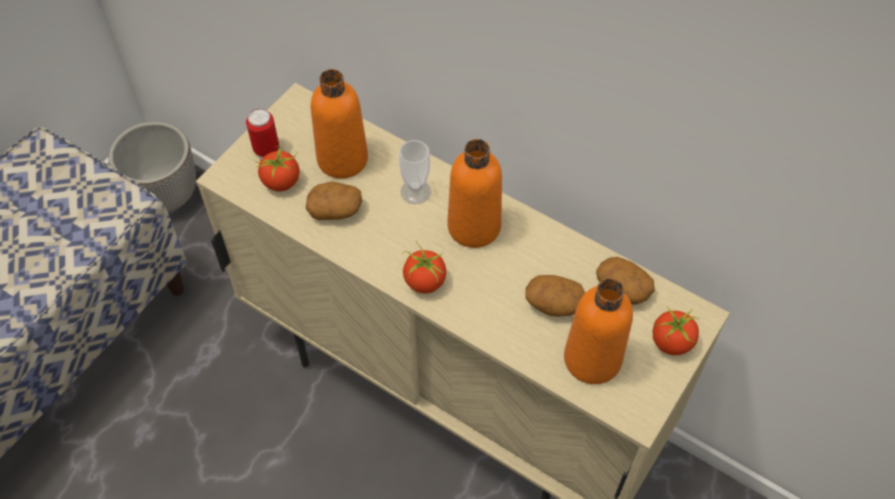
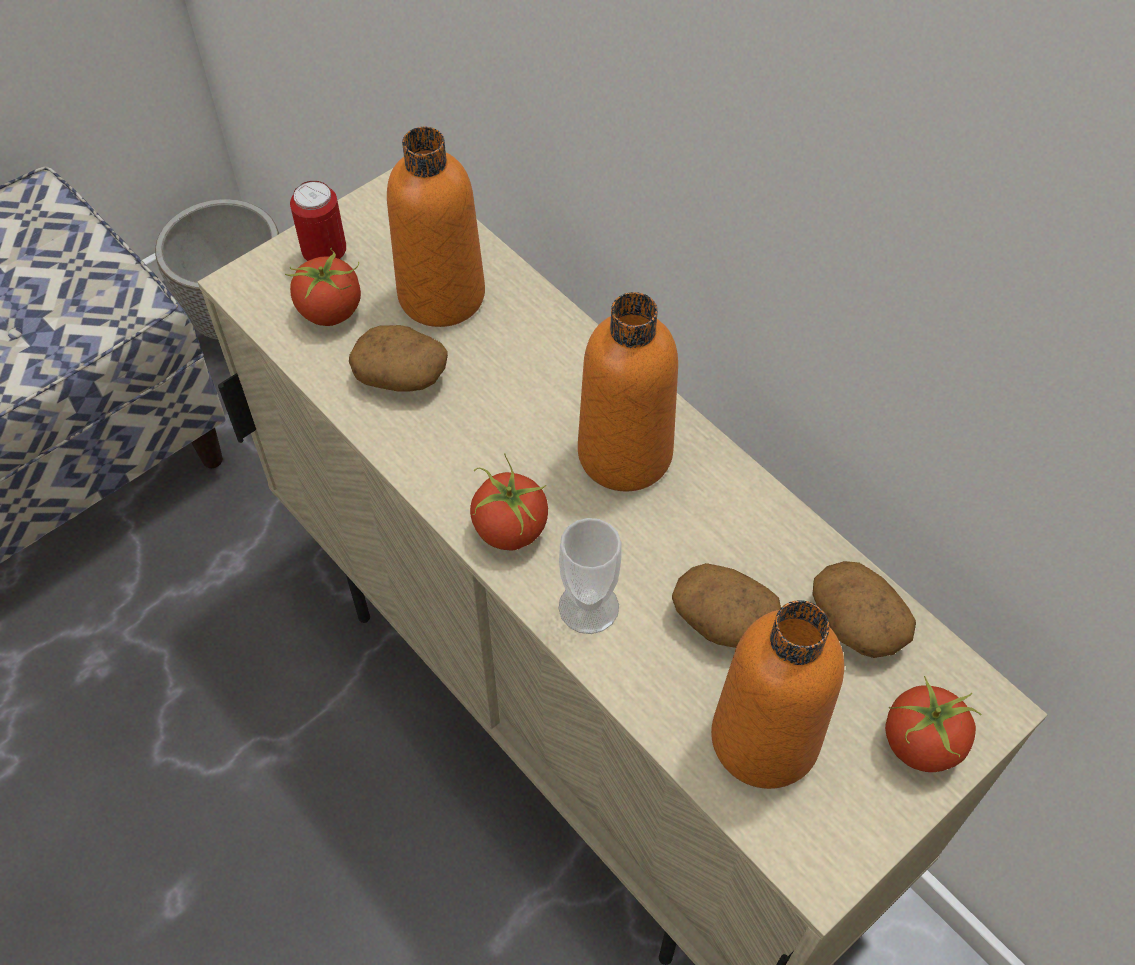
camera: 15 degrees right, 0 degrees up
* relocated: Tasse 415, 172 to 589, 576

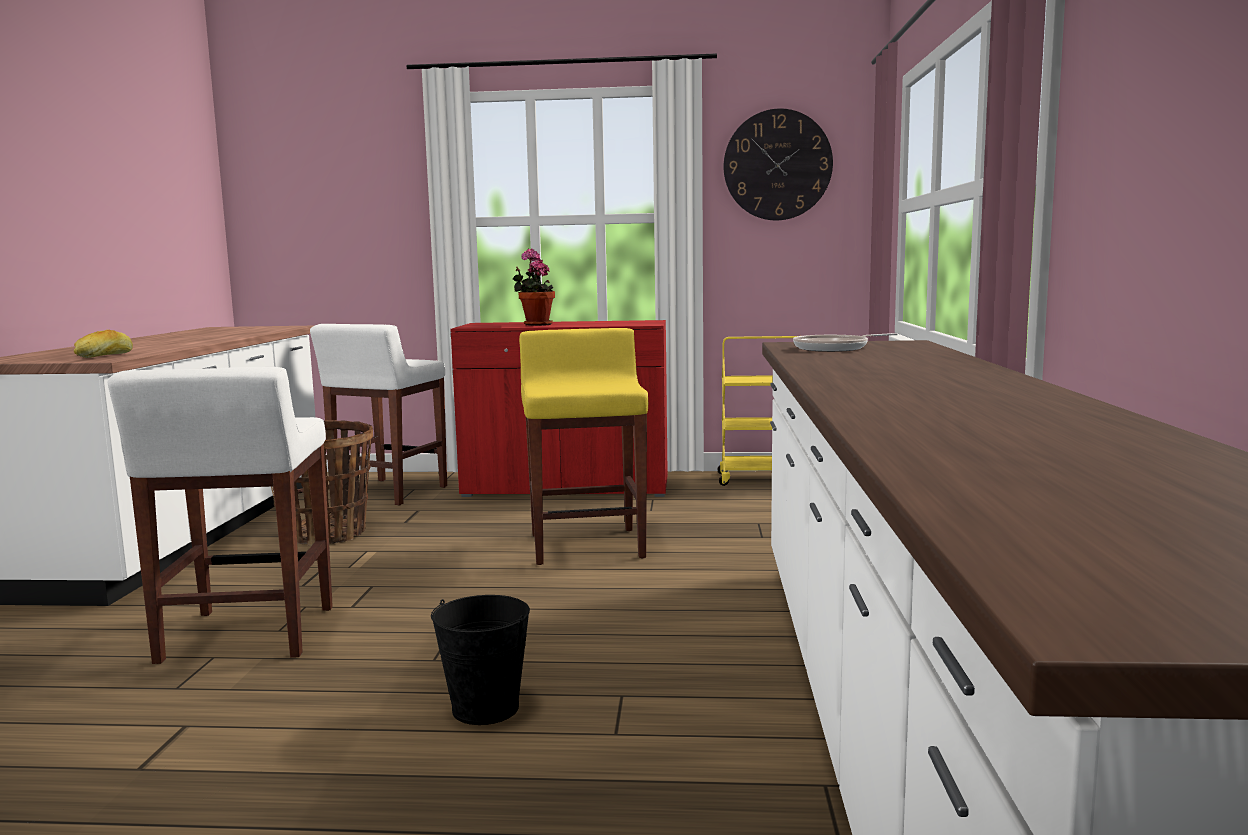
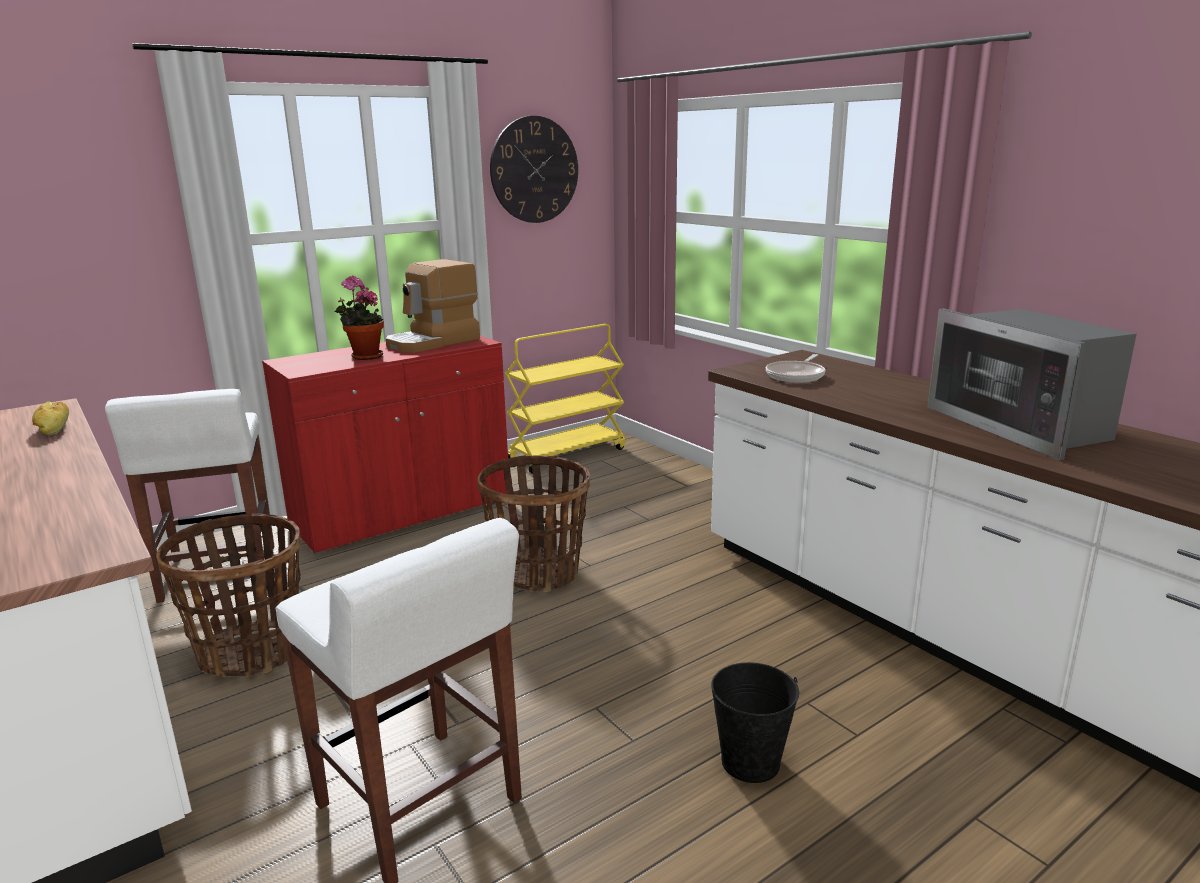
camera: 40 degrees left, 10 degrees up
* exchanged: Hocker [gelb] 583, 446 to Korb 534, 523
* relocated: Brot 103, 344 to 50, 418
* appeared: Kaffeemaschine 433, 306
* appeared: Mikrowelle 1031, 384

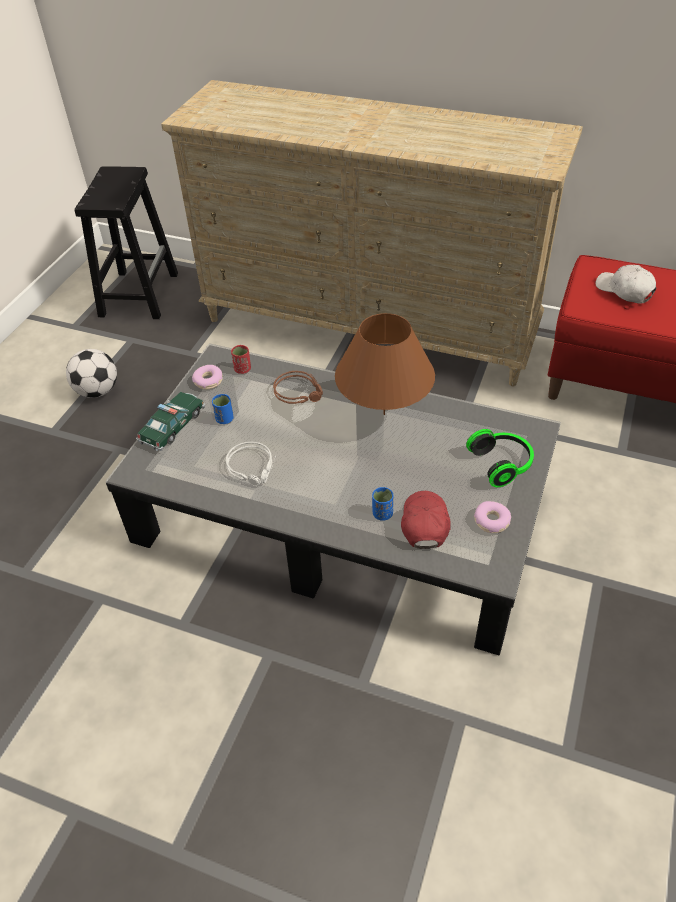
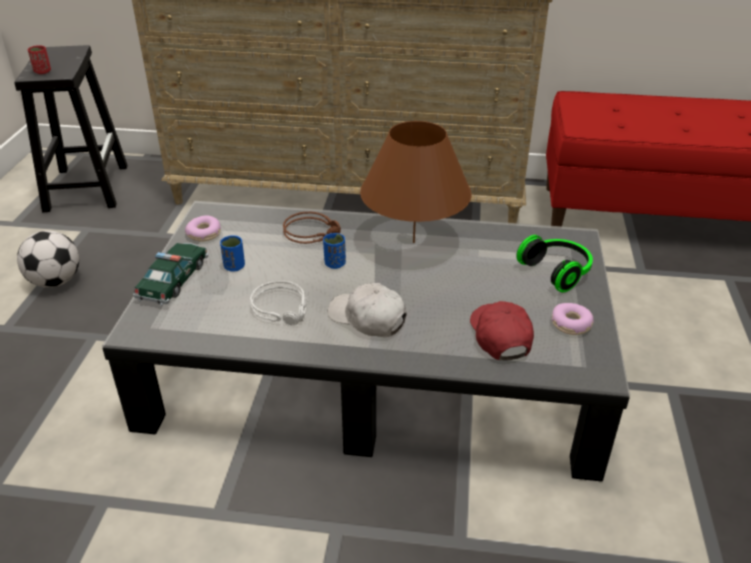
camera: 15 degrees left, 10 degrees down
* relocated: Kappe [weiß] 625, 284 to 367, 310
* relocated: Tasse [rot] 241, 359 to 39, 59
* relocated: Tasse [blau] 382, 504 to 334, 251

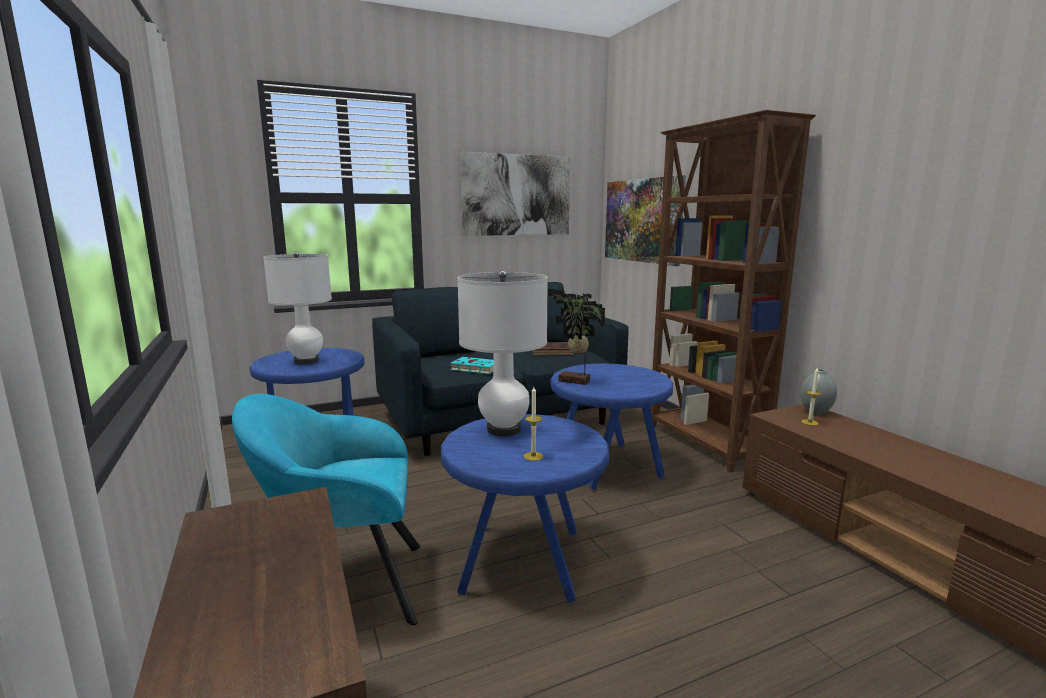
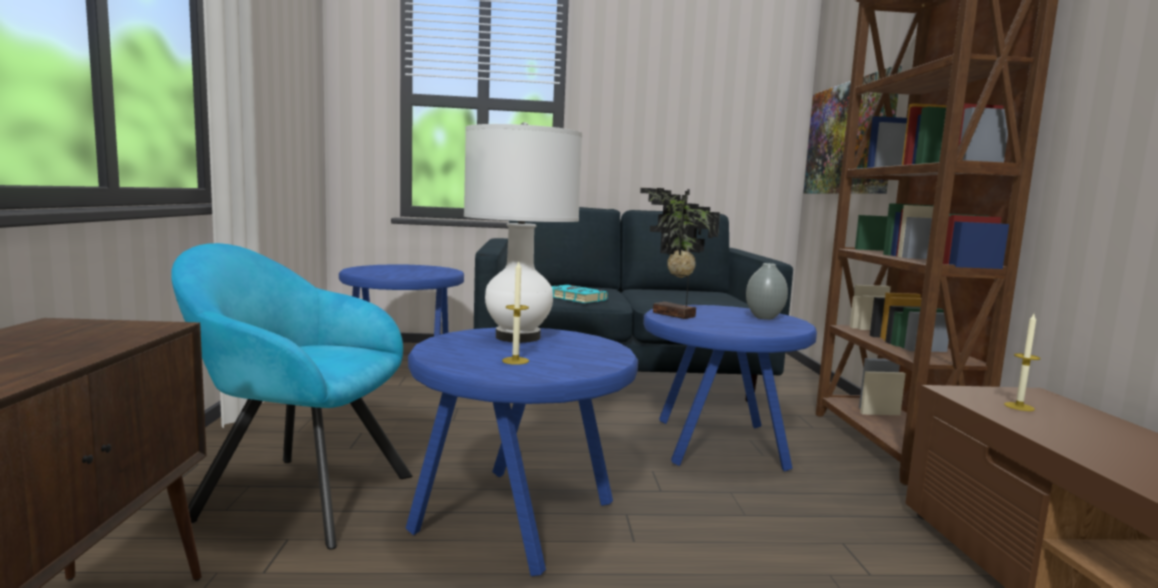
camera: 20 degrees right, 5 degrees down
* missing: Bild 515, 194
* missing: Tischlampe [weiß] 297, 308
* missing: Buch [braun] 554, 349
* relocated: Vase [grau] 818, 391 to 767, 291

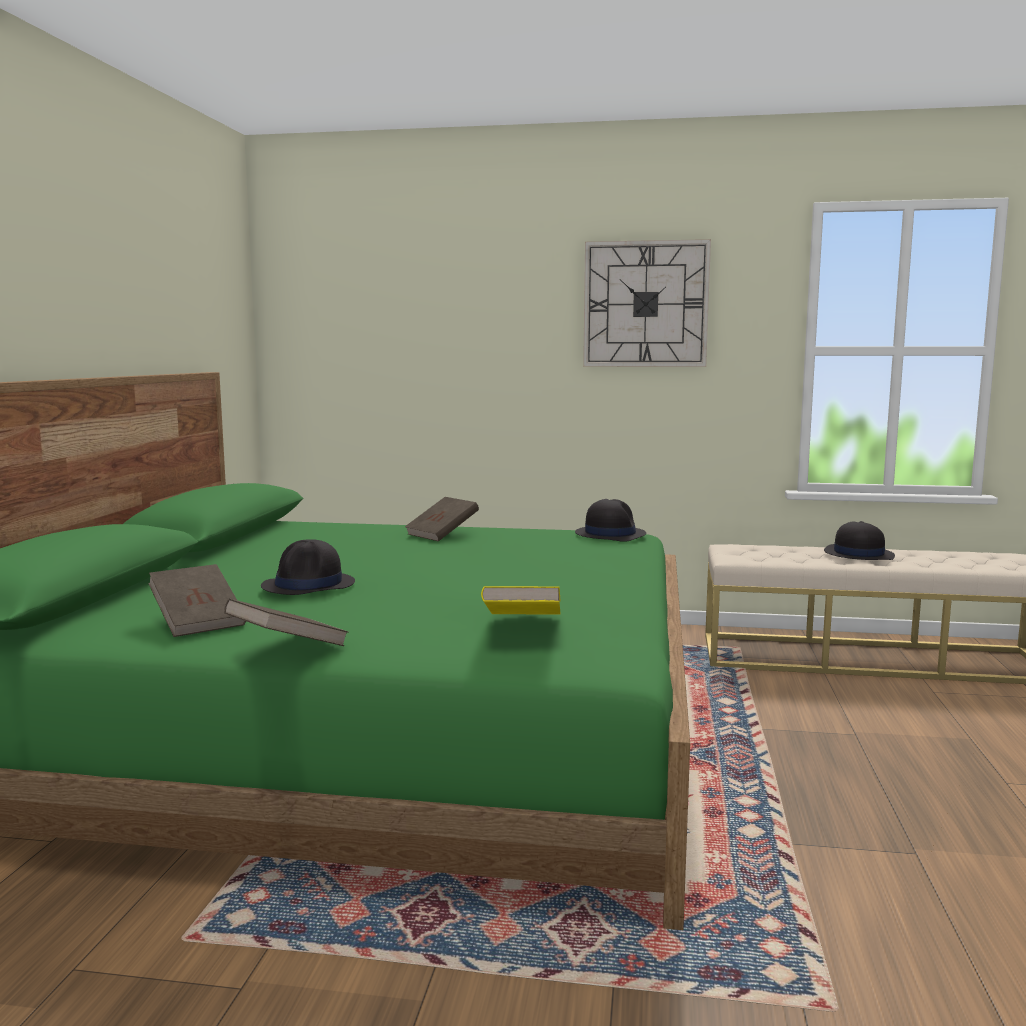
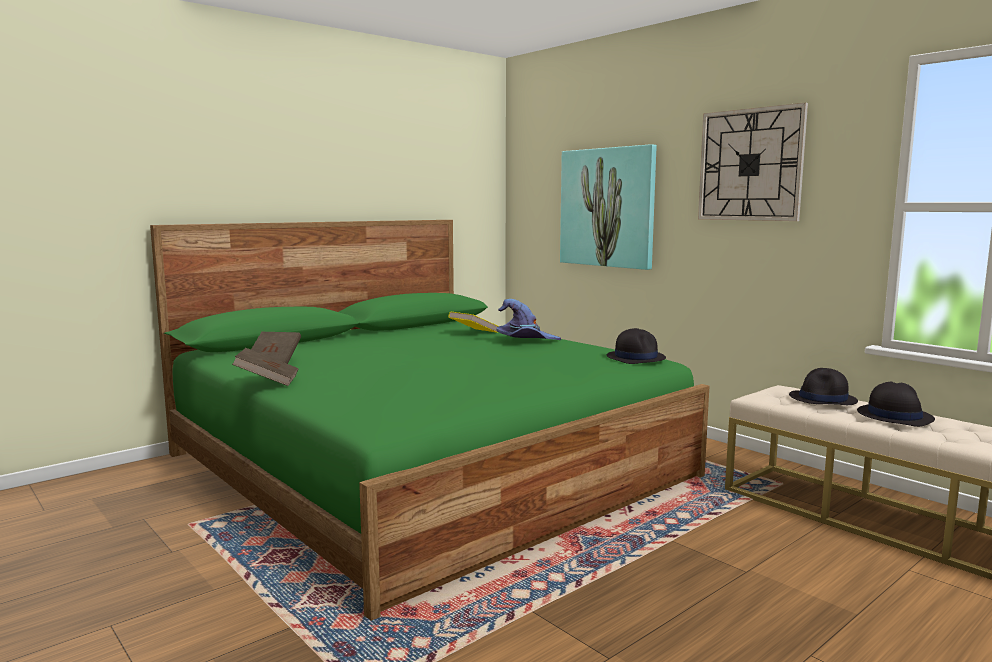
camera: 40 degrees right, 0 degrees up
* exchanged: Buch [braun] 442, 519 to Hut [lila] 528, 319
* relocated: Hut [schwarz] 308, 567 to 823, 386
* relocated: Buch [gelb] 521, 600 to 474, 322
* appeared: Bild 608, 207

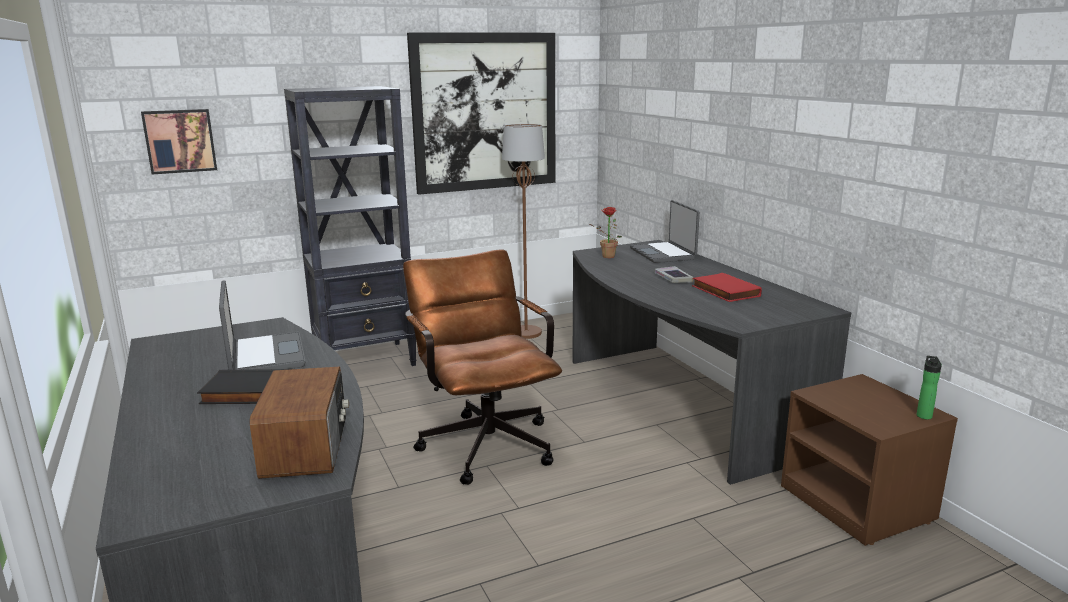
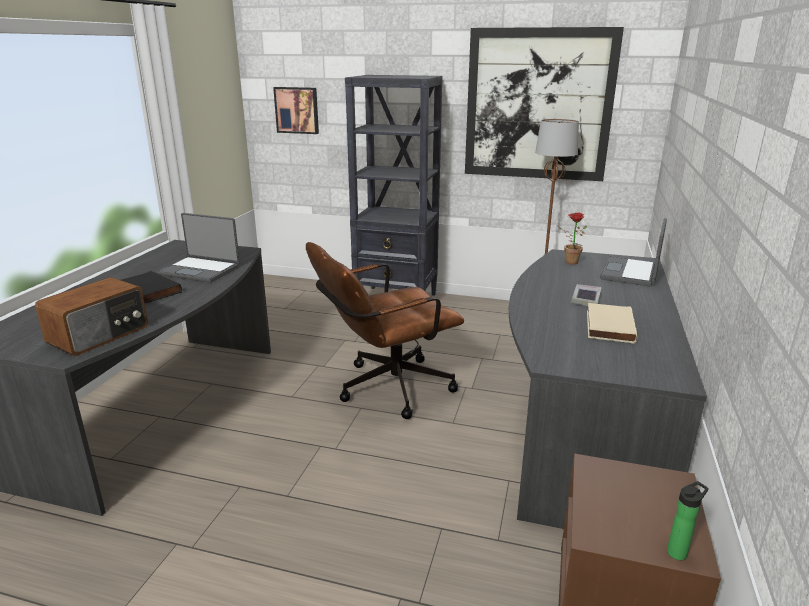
camera: 40 degrees right, 5 degrees up
* spun: Bürostuhl [braun] 482, 367 = 385, 330 135 degrees counterclockwise
* colour: Buch [rot] 727, 287 to Buch [beige] 612, 323
* spun: Laptop 262, 325 = 198, 248 90 degrees clockwise

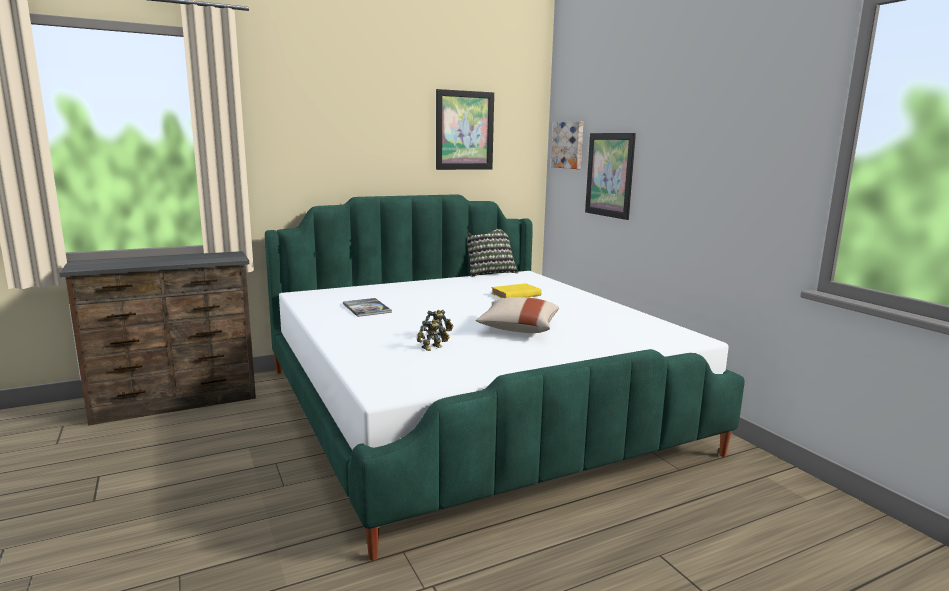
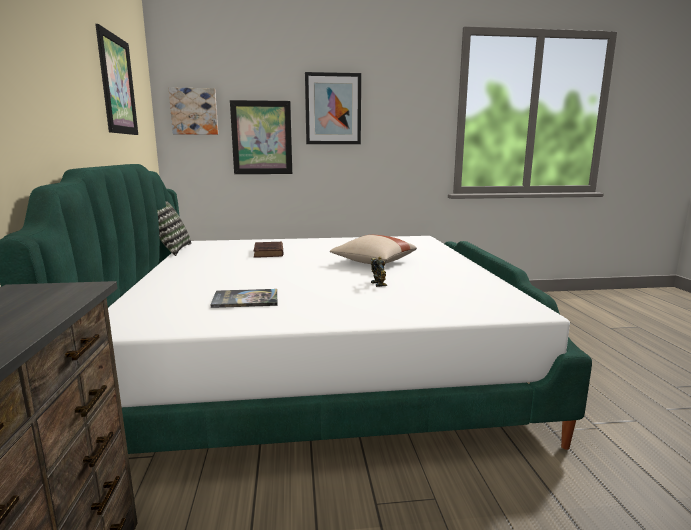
camera: 70 degrees left, 0 degrees up
* colour: Buch [gelb] 516, 291 to Buch [braun] 268, 250
* missing: Spielzeugroboter 433, 335
* appeared: Bild 333, 108

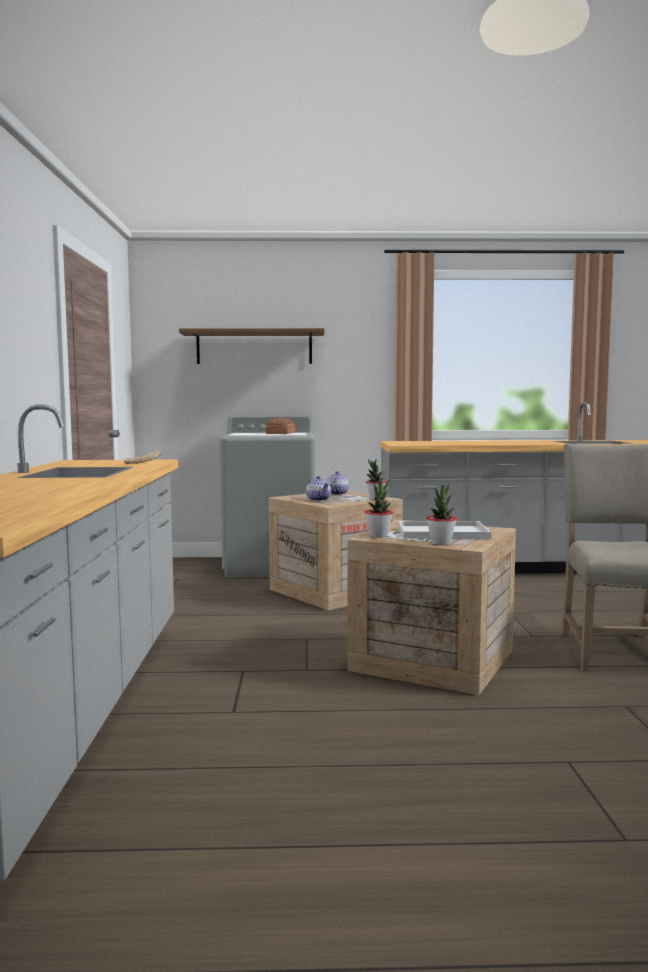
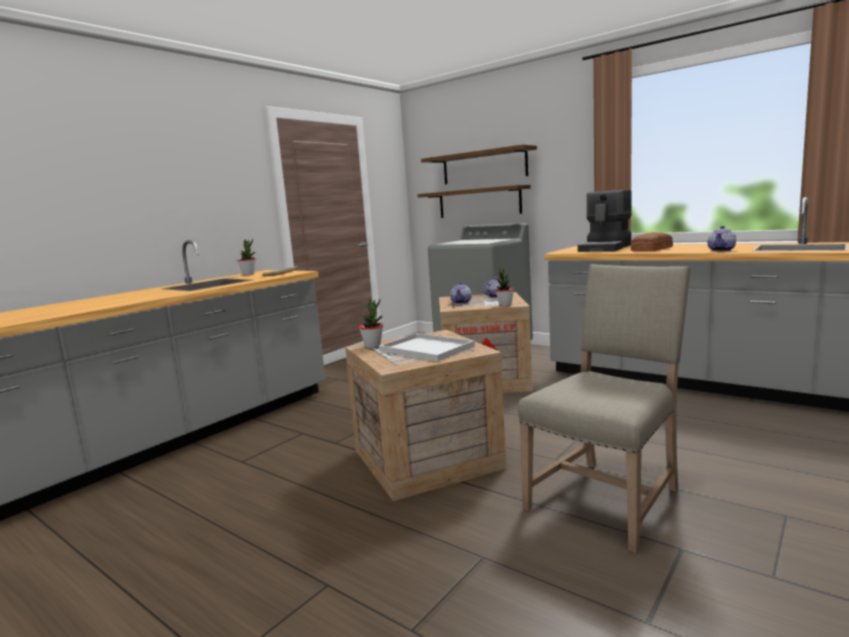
camera: 40 degrees right, 5 degrees up
* relocated: Brot 280, 426 to 652, 241
* relocated: Topfpflanze 441, 514 to 246, 257
* appeared: Wandregal 474, 201
* appeared: Kaffeemaschine 605, 221
* appeared: Teekanne 722, 239

